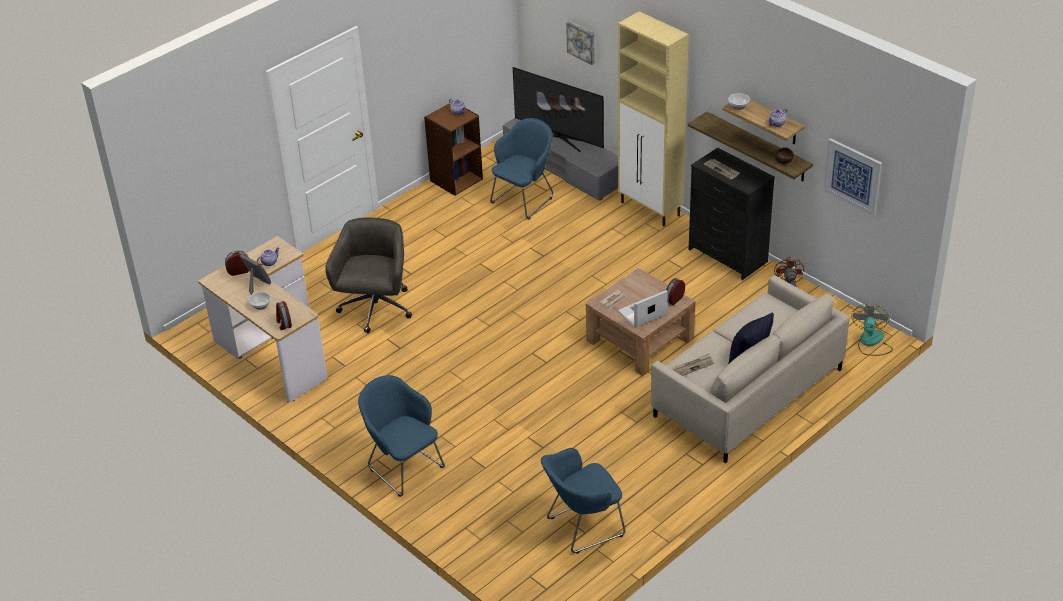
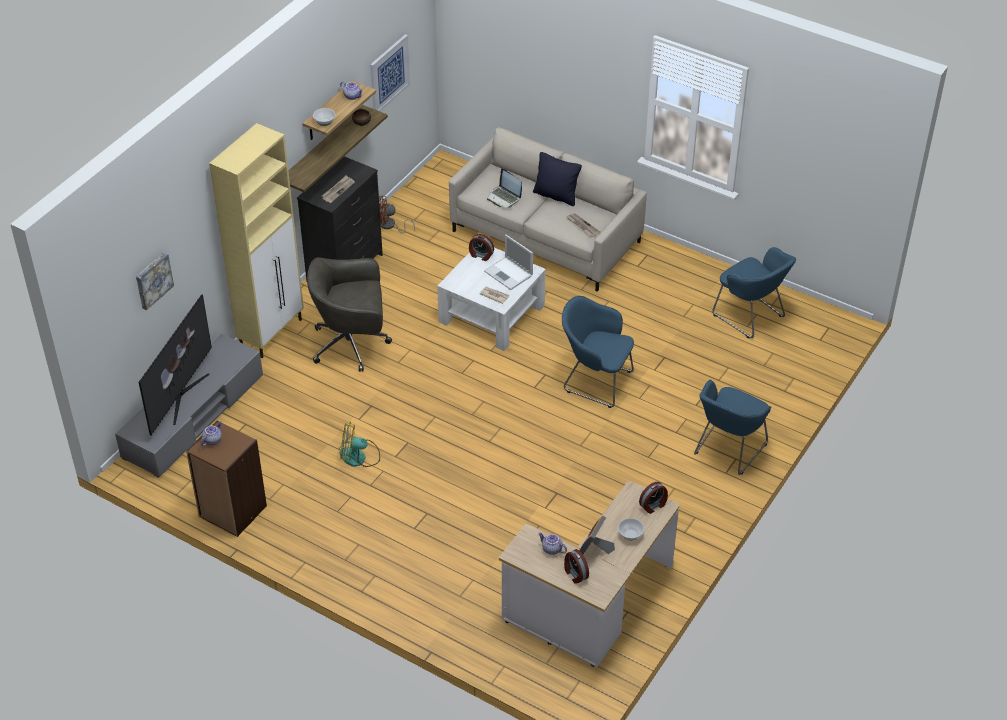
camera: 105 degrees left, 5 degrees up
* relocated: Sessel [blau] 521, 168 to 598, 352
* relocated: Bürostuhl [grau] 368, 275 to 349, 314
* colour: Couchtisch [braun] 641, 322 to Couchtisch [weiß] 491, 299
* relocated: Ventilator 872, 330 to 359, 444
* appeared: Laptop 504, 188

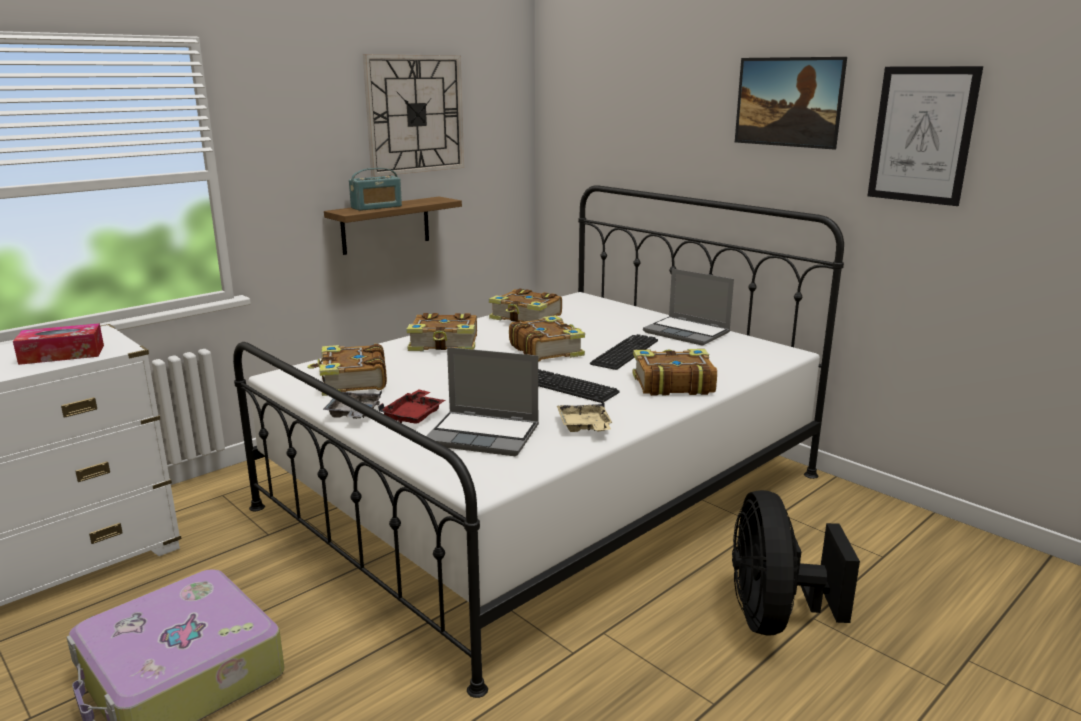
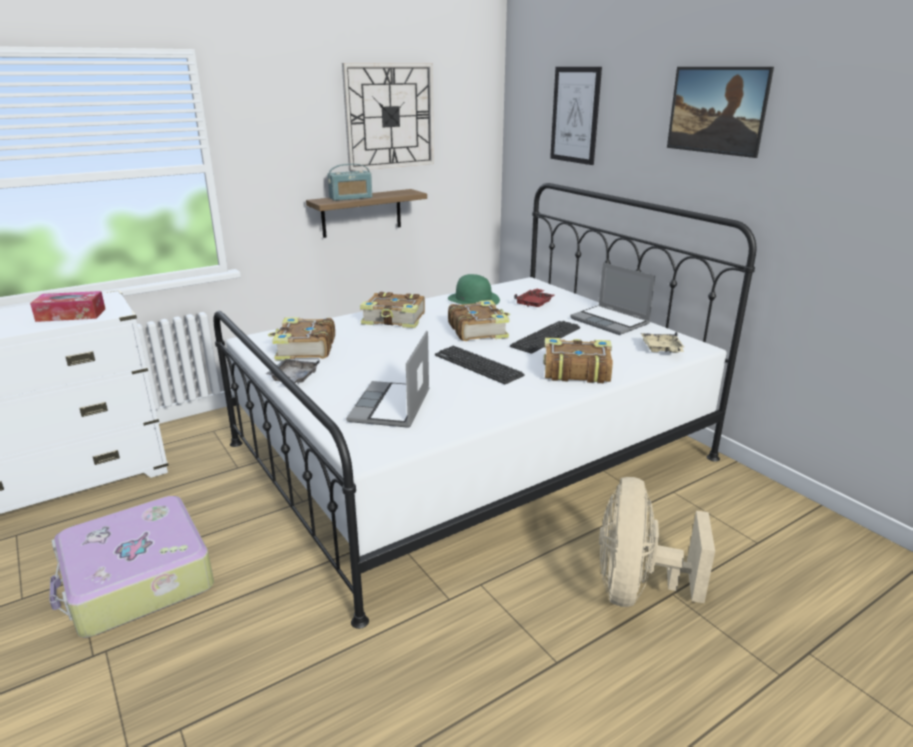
camera: 10 degrees right, 5 degrees up
* relocated: Bild 925, 136 to 576, 116
* exchanged: Buch 525, 305 to Hut [grün] 474, 289
* spun: Laptop 483, 401 = 387, 379 75 degrees clockwise
* relocated: Tablett [rot] 411, 406 to 534, 298
* relocated: Tablett [beige] 584, 416 to 663, 342
* colour: Ventilator [schwarz] 796, 563 to Ventilator [beige] 657, 542

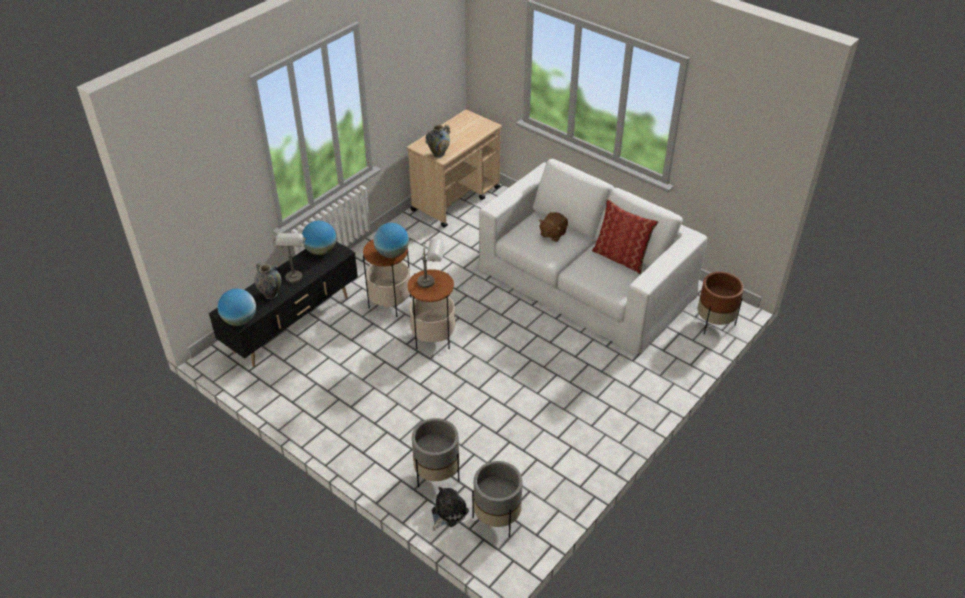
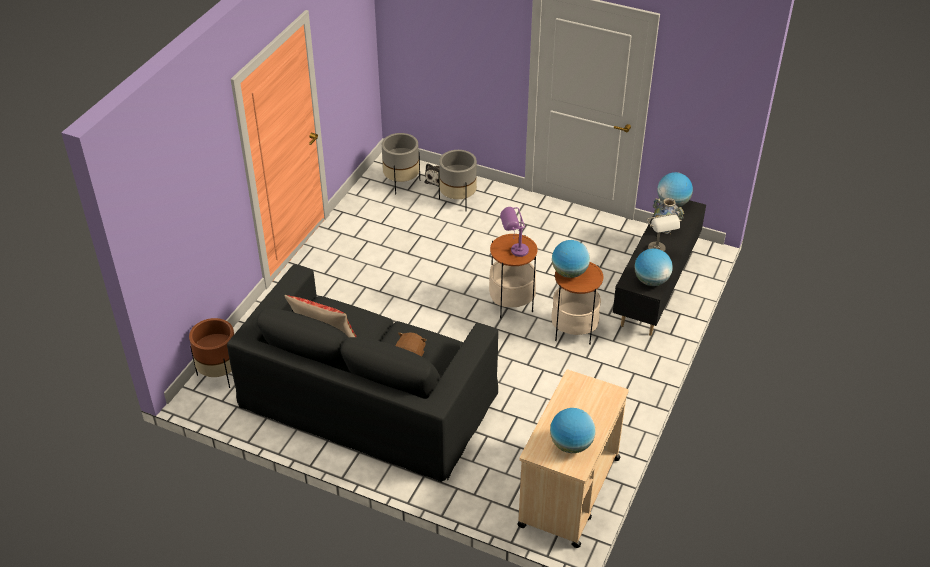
camera: 165 degrees right, 0 degrees up
* missing: Vase 437, 141
* colour: Sofa [weiß] 593, 257 to Sofa [schwarz] 362, 373
* colour: Tischlampe [grau] 430, 263 to Tischlampe [lila] 514, 232
* appeared: Globus 573, 430

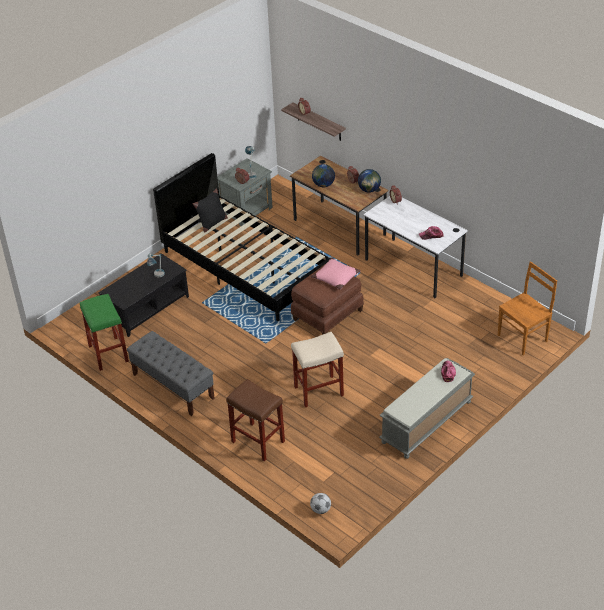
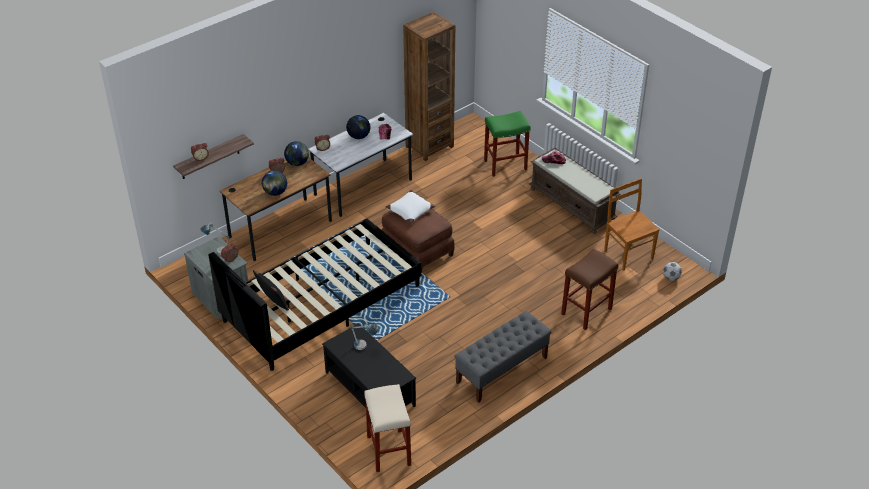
camera: 85 degrees left, 0 degrees up
* colour: Kissen [rosa] 336, 274 to Kissen [weiß] 410, 207
* relocated: Stuhl [braun] 527, 308 to 632, 224
* relocated: Hocker [grün] 104, 332 to 507, 144
* relocated: Hocker [beige] 317, 369 to 388, 428
* colour: Bank [grau] 427, 408 to Bank [braun] 574, 191
* appeared: Bücherregal [braun] 429, 86
* appeared: Globus 358, 127

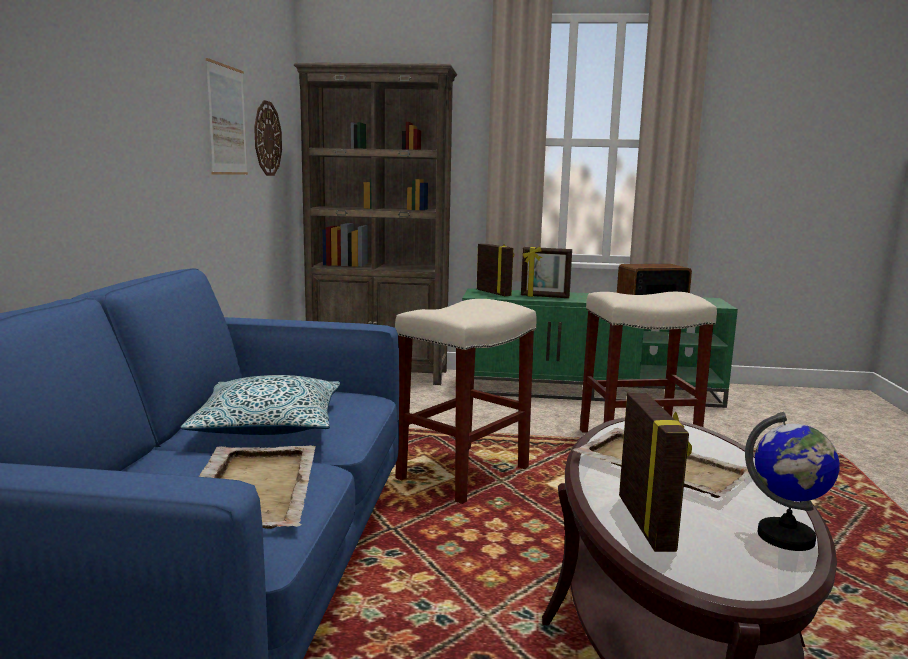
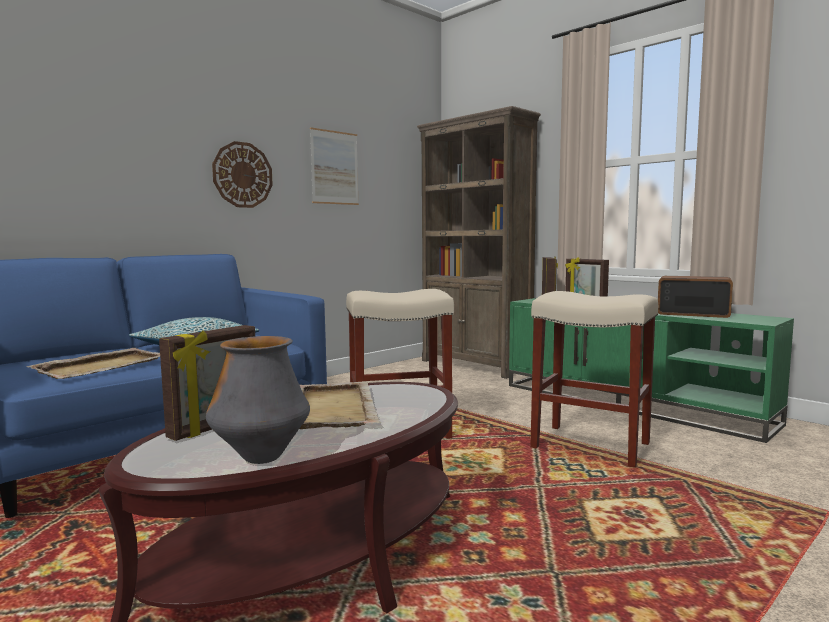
camera: 40 degrees right, 5 degrees down
* relocated: Wanduhr 268, 138 to 242, 174
* exchanged: Globus 792, 481 to Vase 258, 400

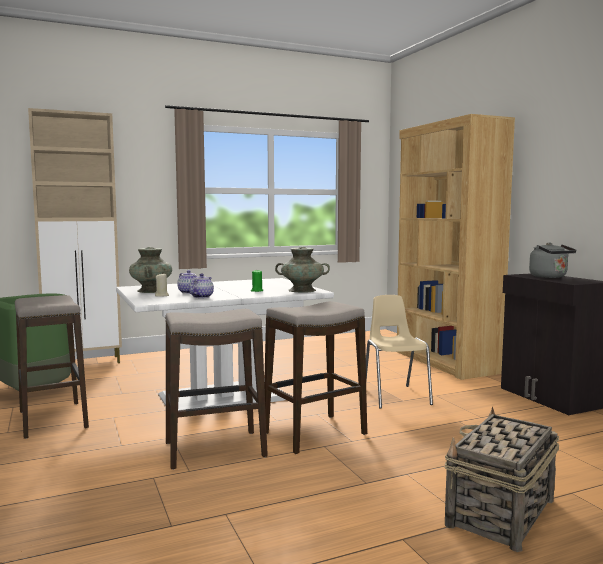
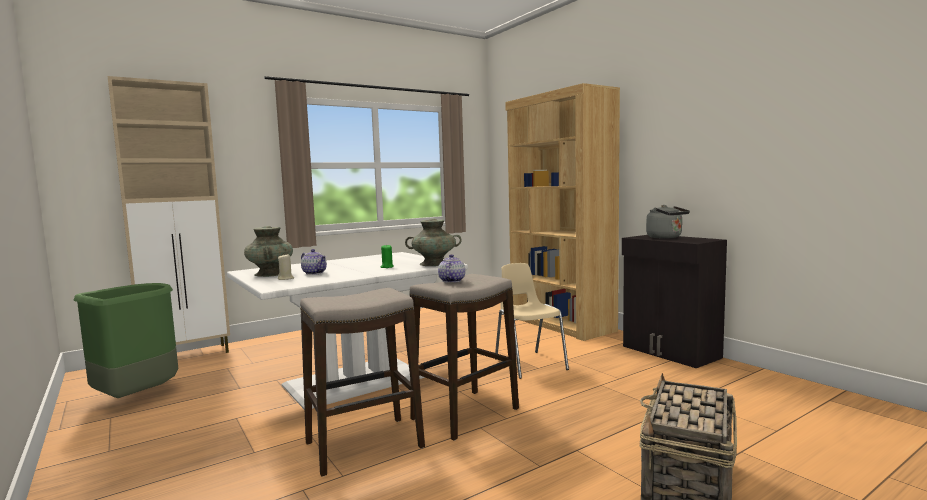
camera: 10 degrees left, 0 degrees up
* relocated: Teekanne 201, 285 to 451, 268
* missing: Hocker 52, 367

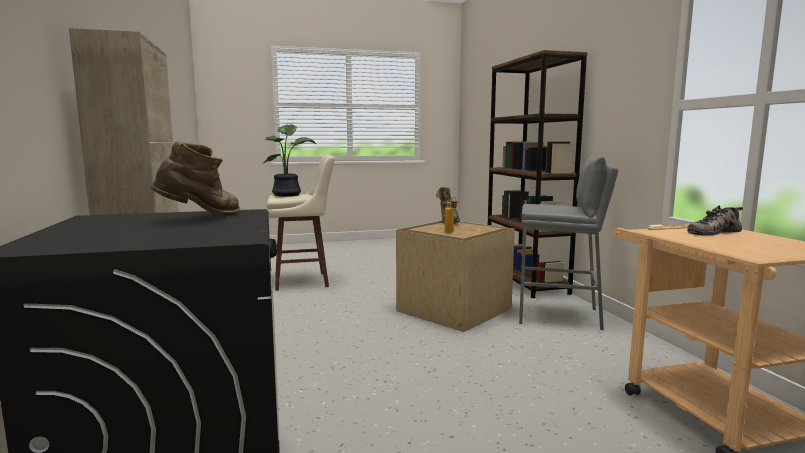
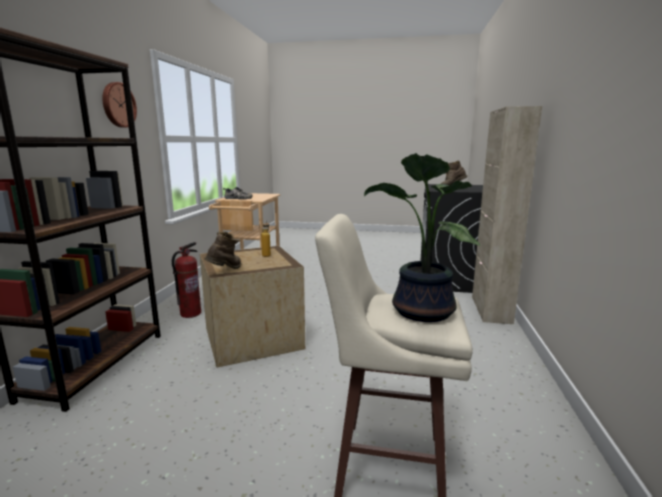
camera: 155 degrees left, 5 degrees up
* exchanged: Hocker [grau] 568, 242 to Feuerlöscher 186, 280
* appeared: Wanduhr 119, 105

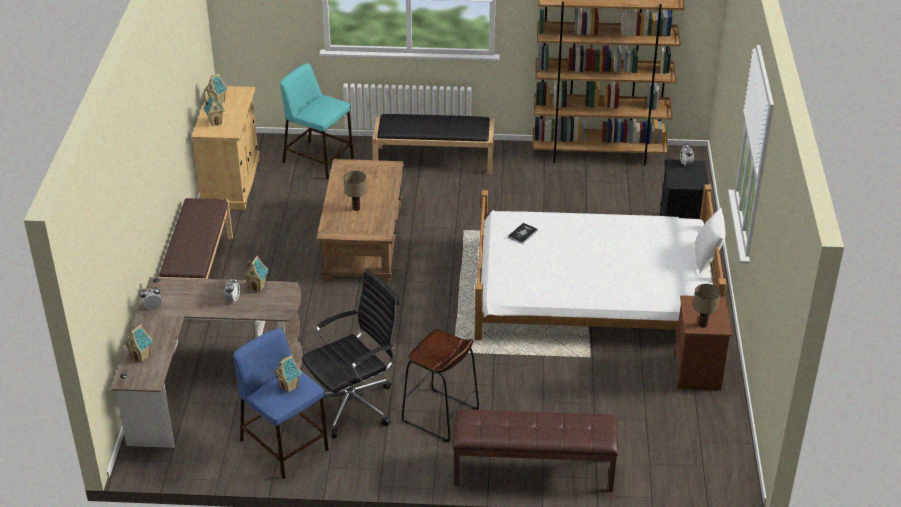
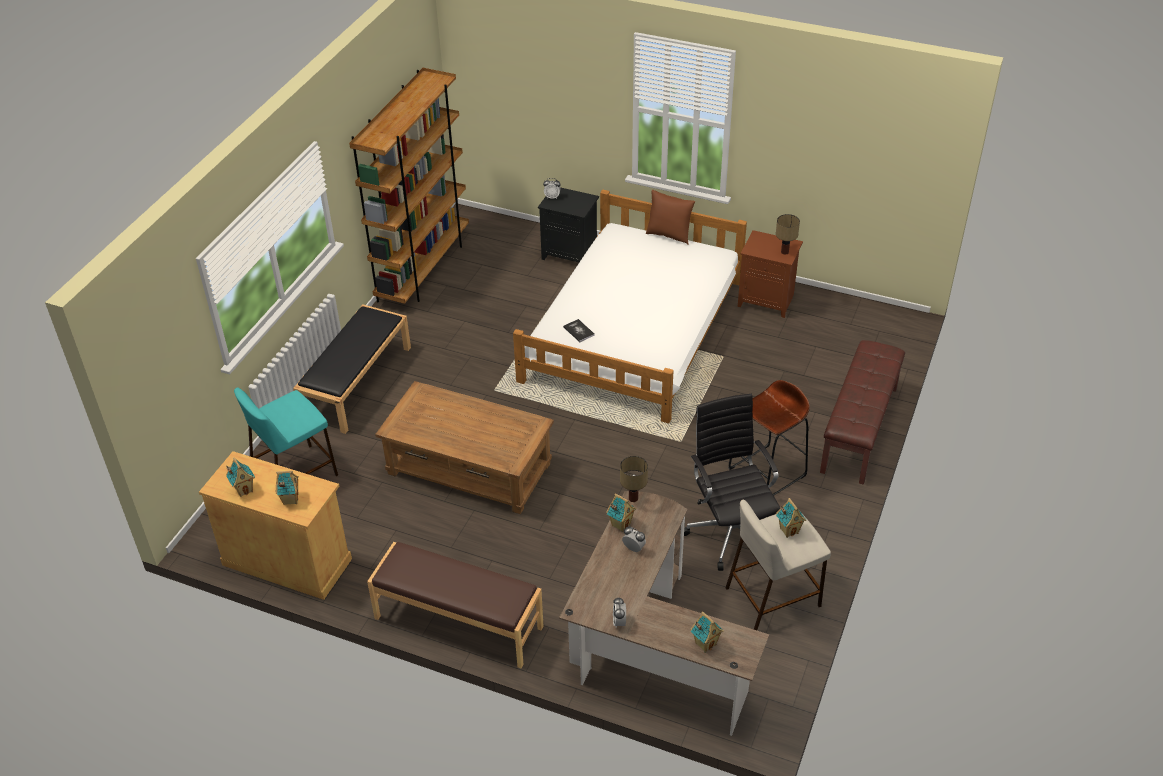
camera: 70 degrees left, 5 degrees up
* relocated: Tischlampe 355, 191 to 634, 479
* colour: Kissen [weiß] 710, 241 to Kissen [braun] 670, 217
* colour: Hocker [blau] 281, 403 to Hocker [beige] 778, 564

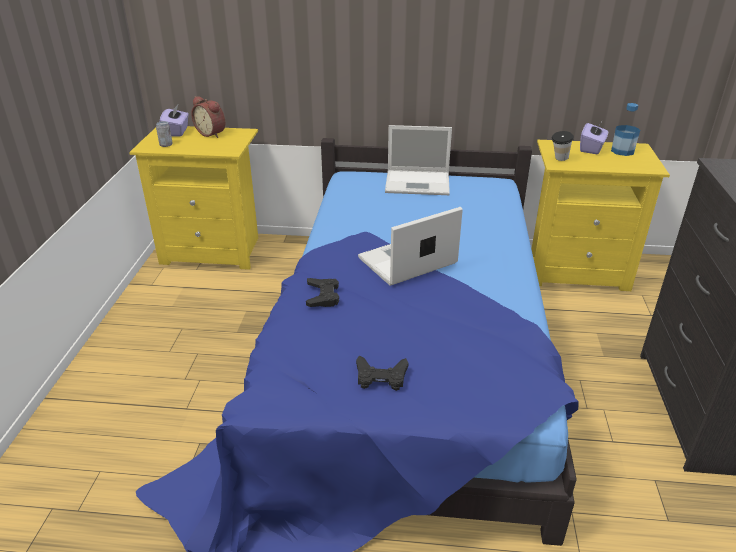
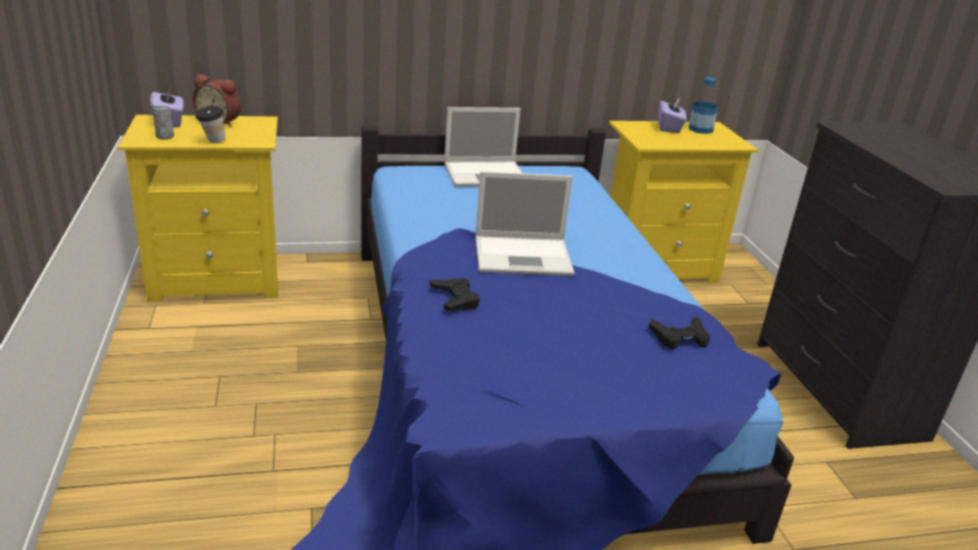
camera: 20 degrees left, 5 degrees down
* relocated: Tasse 563, 146 to 210, 125
* spun: Laptop 410, 246 = 525, 223 135 degrees counterclockwise
* relocated: Gamepad [schwarz] 382, 373 to 679, 332

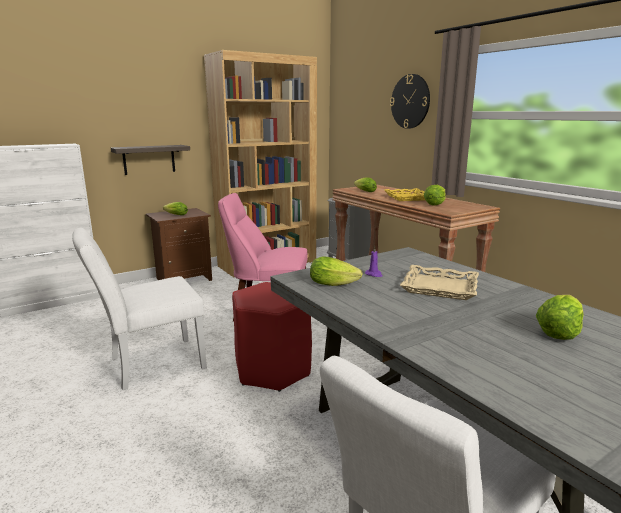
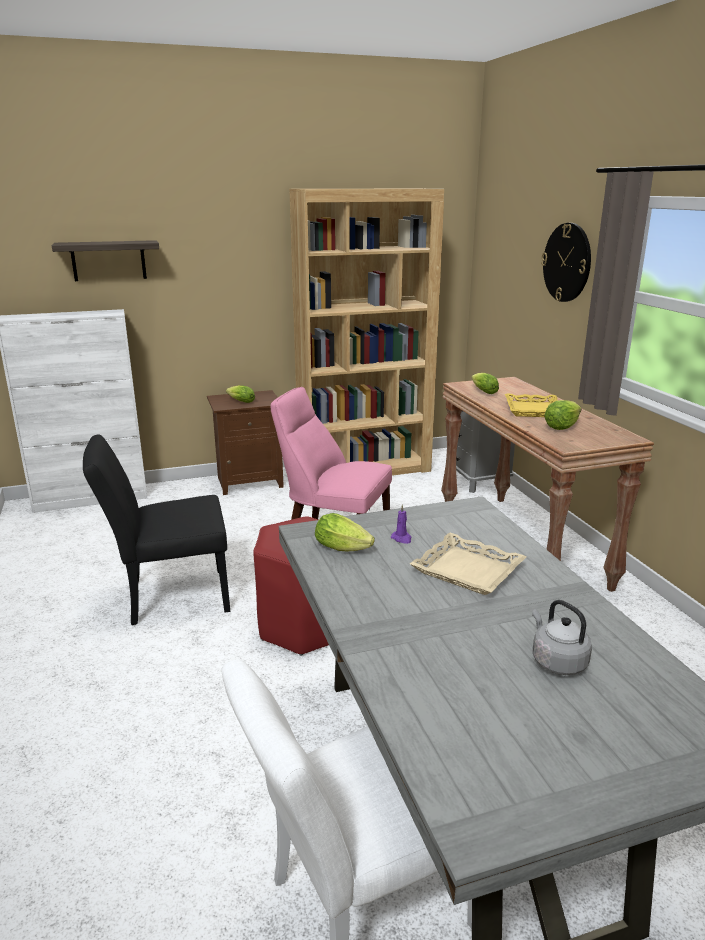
camera: 15 degrees right, 5 degrees up
* relocated: Wandregal 150, 160 to 105, 260
* colour: Stuhl [weiß] 139, 309 to Stuhl [schwarz] 156, 530
* exchanged: Salatkopf 560, 317 to Wasserkessel [grau] 562, 637

